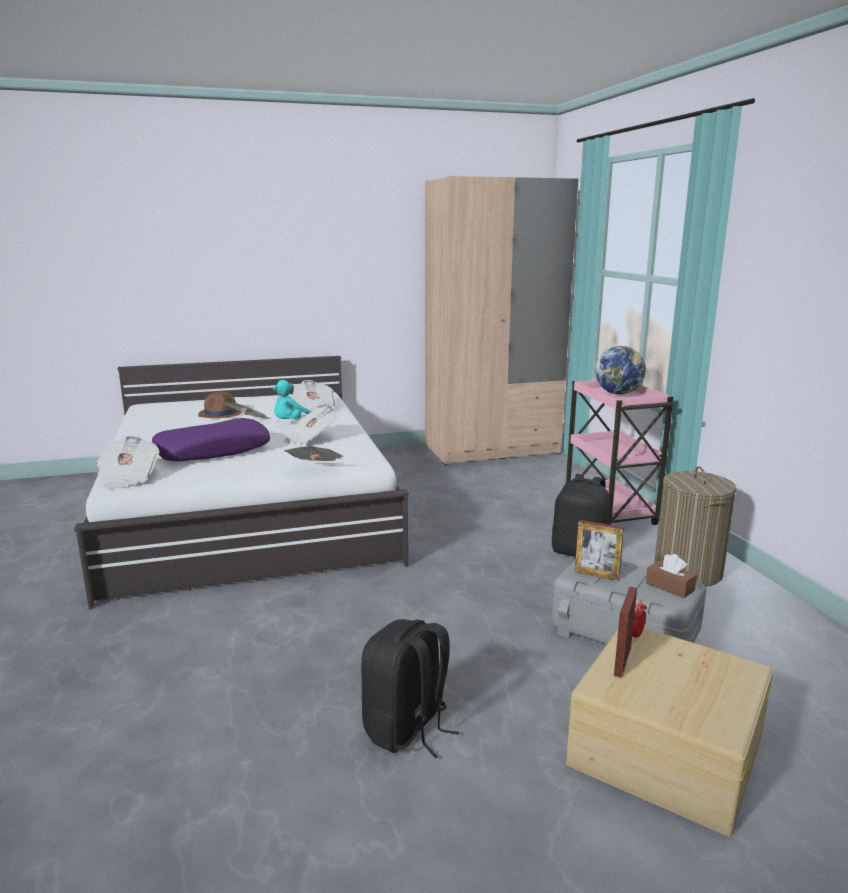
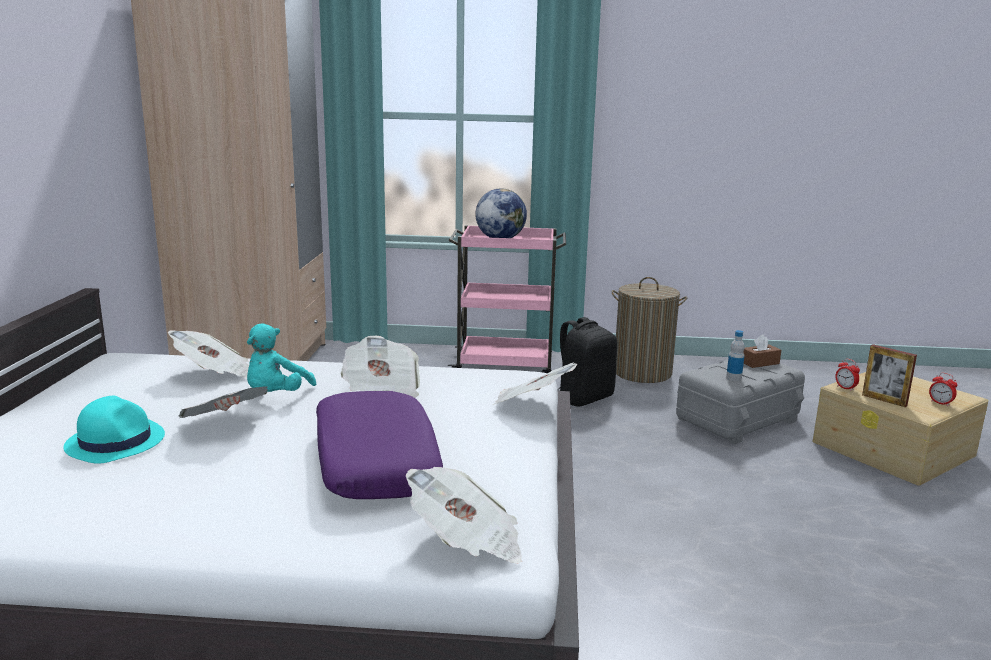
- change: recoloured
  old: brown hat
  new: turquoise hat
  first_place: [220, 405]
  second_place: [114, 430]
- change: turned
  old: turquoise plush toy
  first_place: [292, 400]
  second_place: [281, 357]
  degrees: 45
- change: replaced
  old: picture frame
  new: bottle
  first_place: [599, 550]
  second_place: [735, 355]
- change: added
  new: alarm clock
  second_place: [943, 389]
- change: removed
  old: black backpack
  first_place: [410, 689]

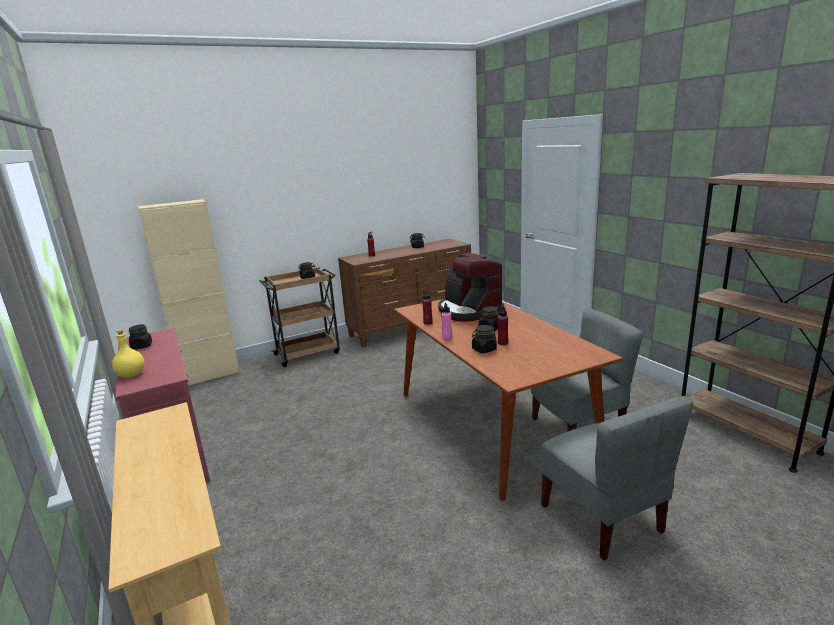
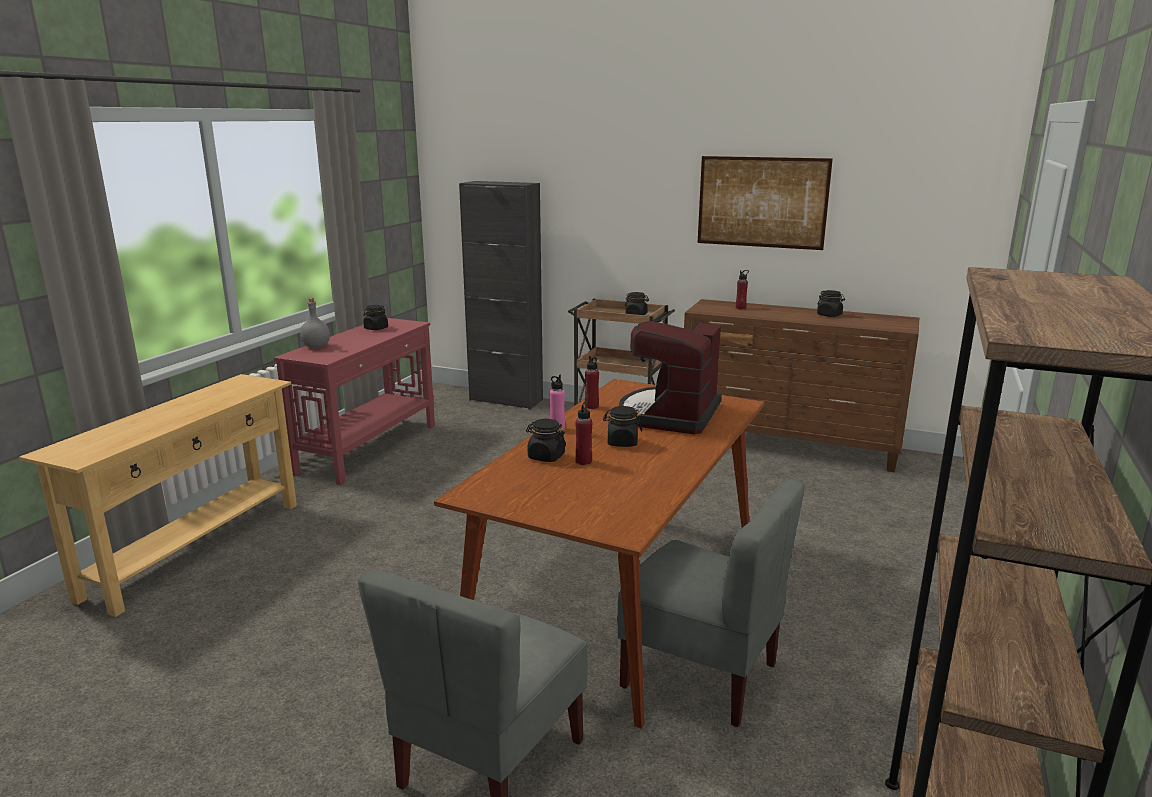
- change: recoloured
  old: yellow bottle
  new: grey bottle
  first_place: [128, 354]
  second_place: [315, 323]
- change: recoloured
  old: beige cabinet
  new: black cabinet
  first_place: [189, 292]
  second_place: [501, 295]
- change: added
  new: picture
  second_place: [765, 203]

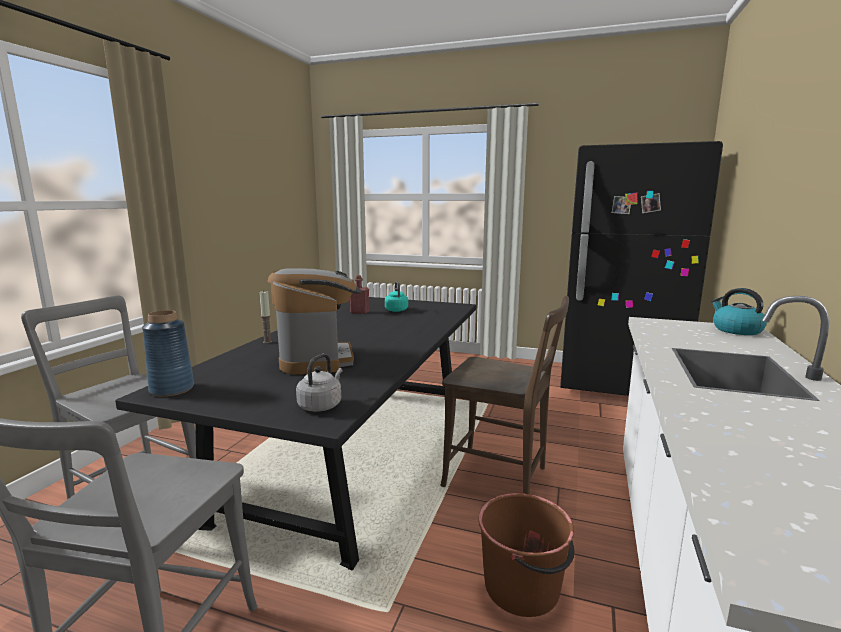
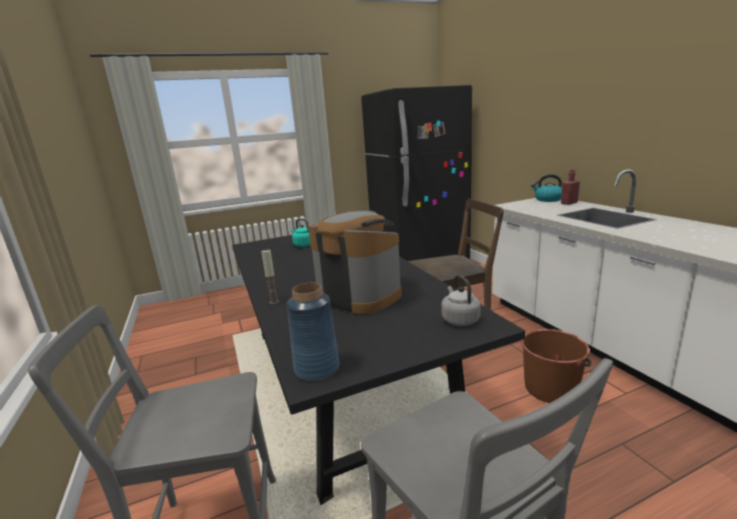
- change: moved
  old: red bottle
  first_place: [359, 294]
  second_place: [570, 187]

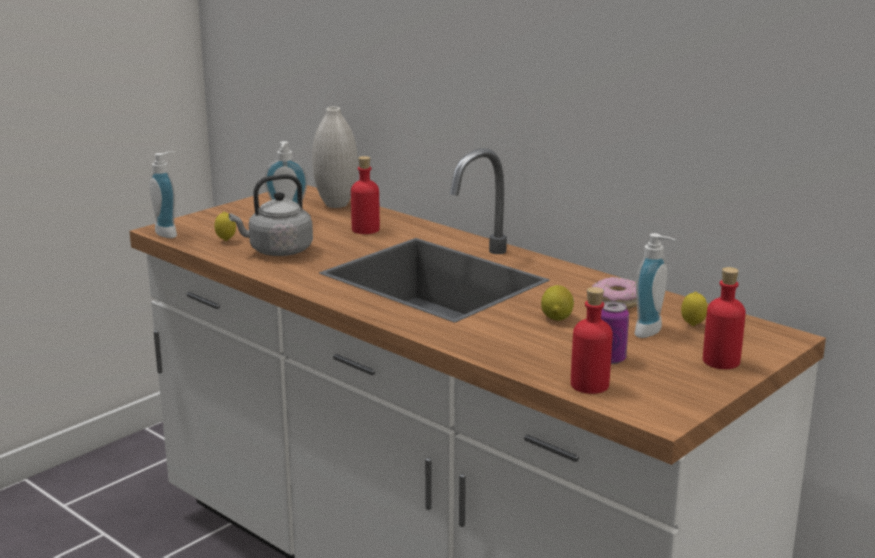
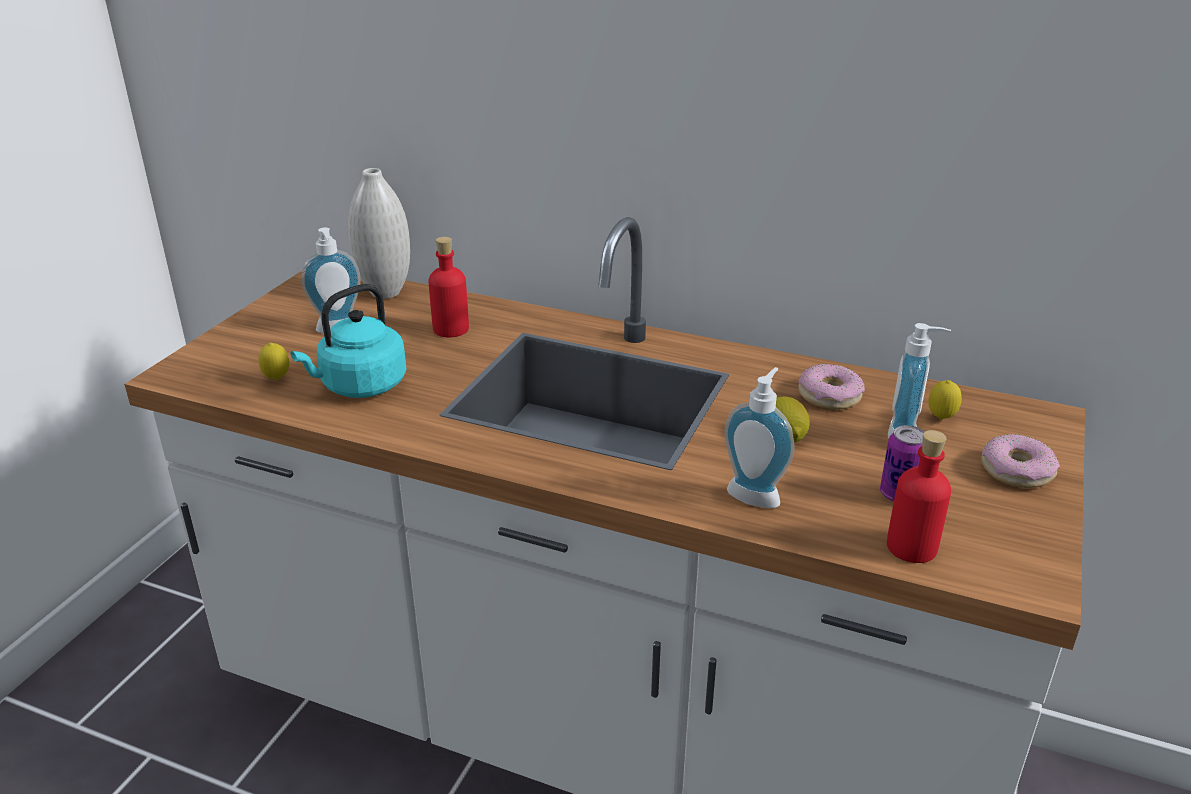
- change: recoloured
  old: grey kettle
  new: turquoise kettle
  first_place: [271, 215]
  second_place: [349, 341]
- change: moved
  old: soap dispenser
  first_place: [163, 194]
  second_place: [759, 437]
- change: replaced
  old: red bottle
  new: donut
  first_place: [724, 318]
  second_place: [1020, 461]

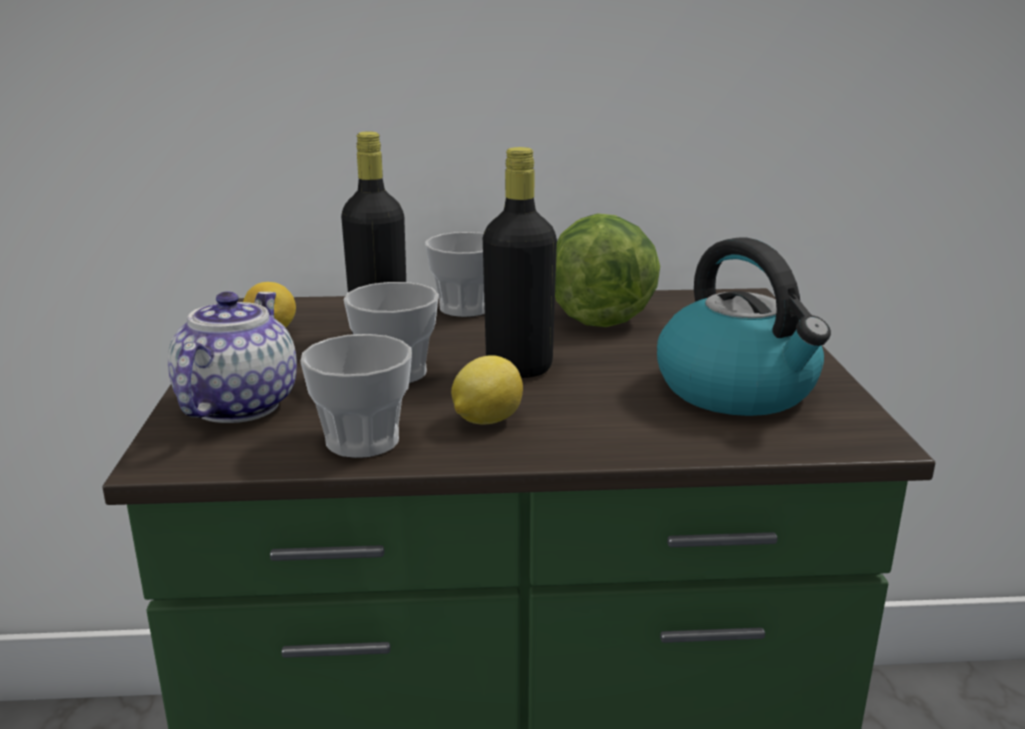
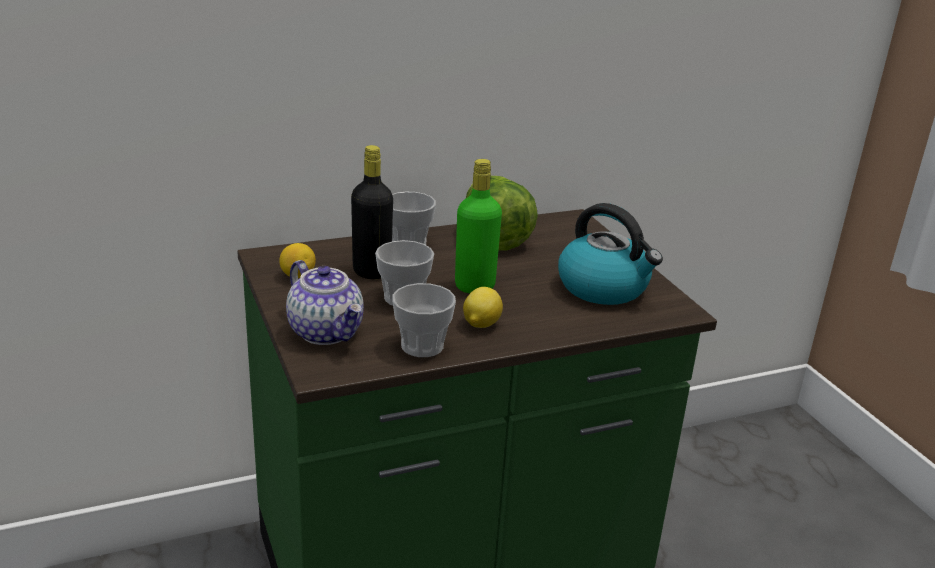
- change: turned
  old: teapot
  first_place: [232, 357]
  second_place: [325, 302]
  degrees: 150
- change: recoloured
  old: black bottle
  new: green bottle
  first_place: [520, 262]
  second_place: [478, 226]

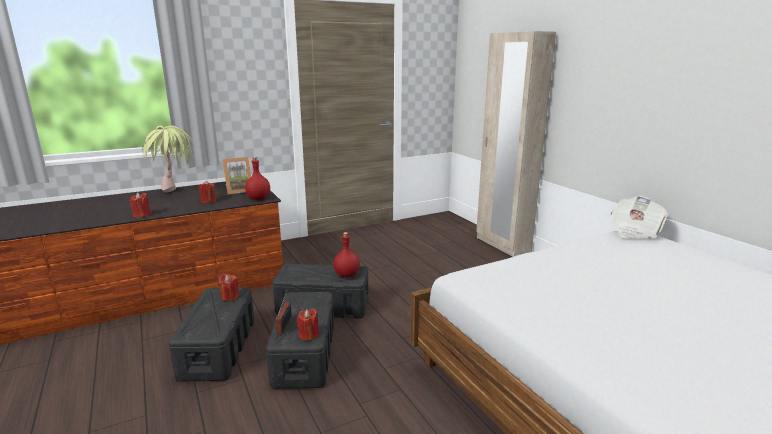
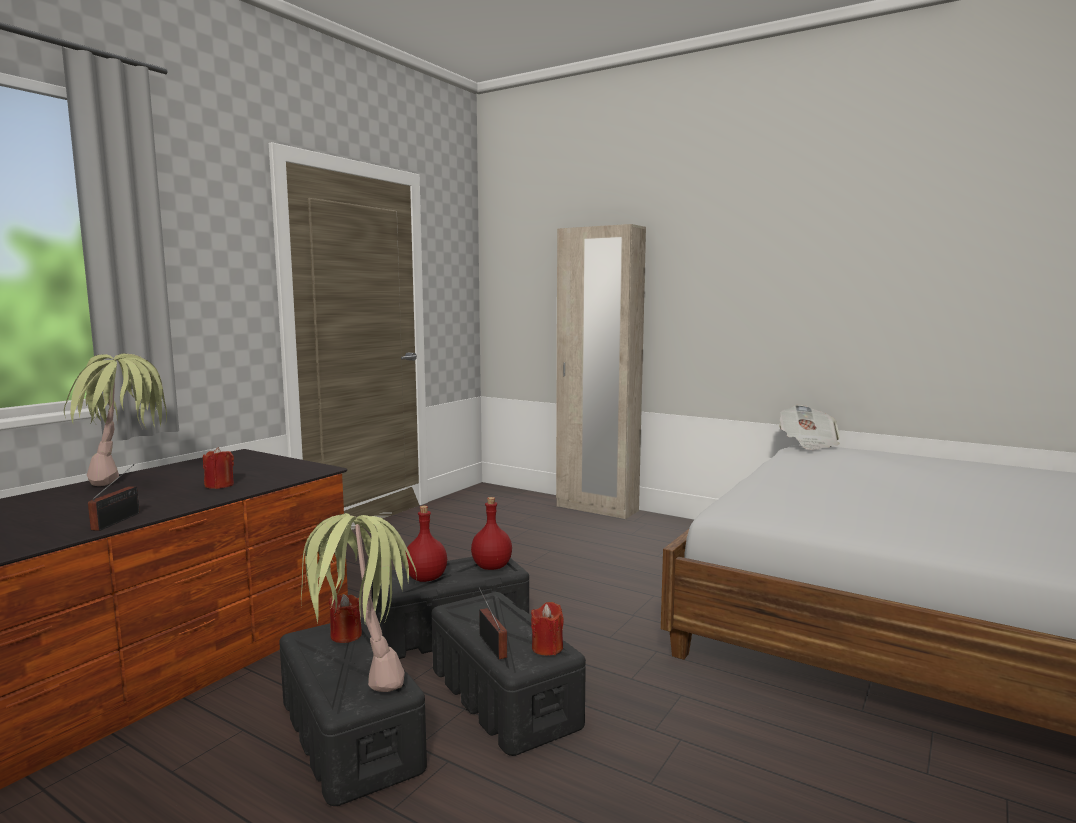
- change: replaced
  old: red candle
  new: radio
  first_place: [140, 205]
  second_place: [114, 497]
- change: added
  new: potted plant
  second_place: [359, 602]
- change: moved
  old: red bottle
  first_place: [257, 178]
  second_place: [426, 544]
- change: removed
  old: picture frame
  first_place: [236, 175]

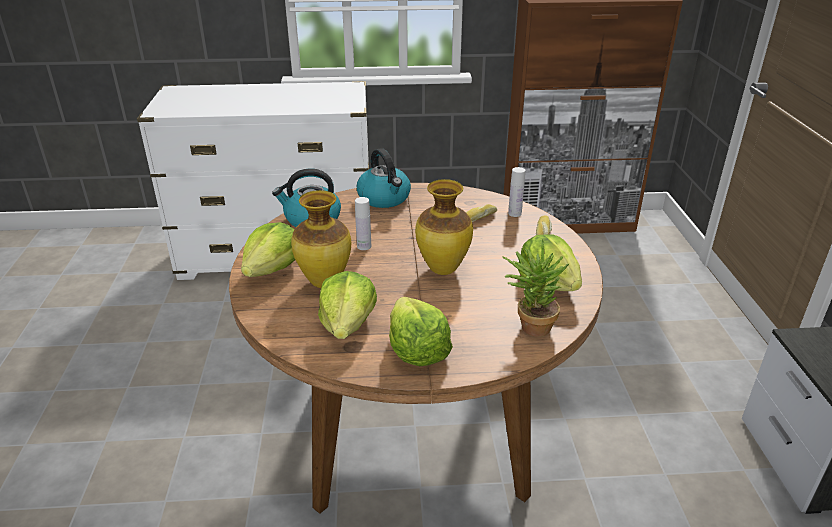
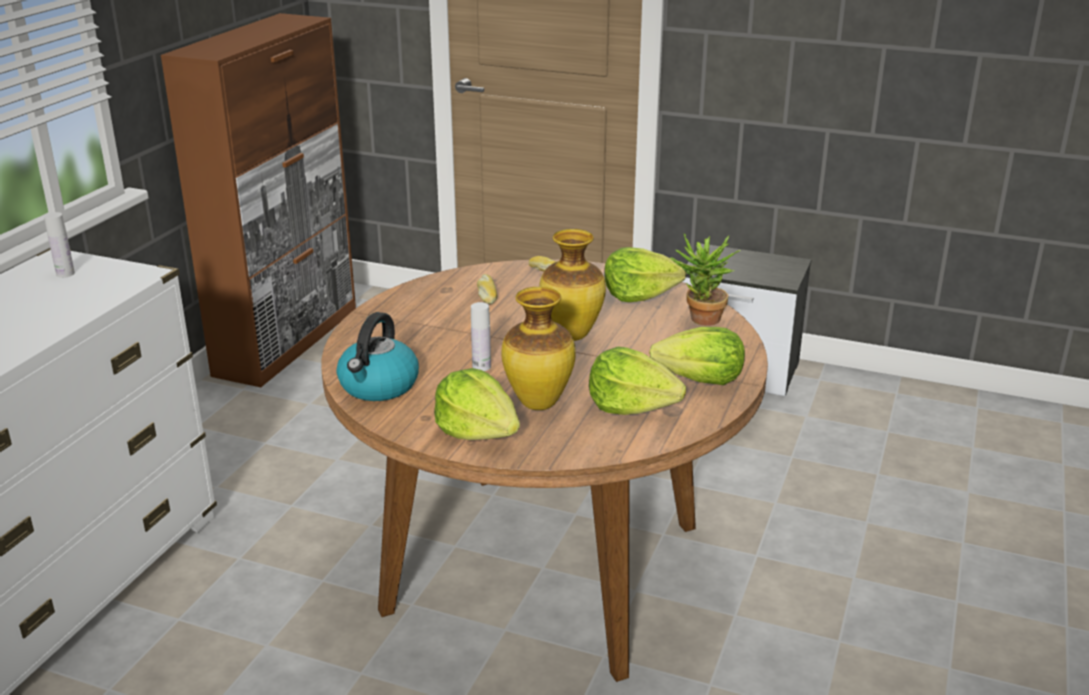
- change: moved
  old: white bottle
  first_place: [516, 192]
  second_place: [59, 245]
- change: removed
  old: kettle
  first_place: [384, 178]

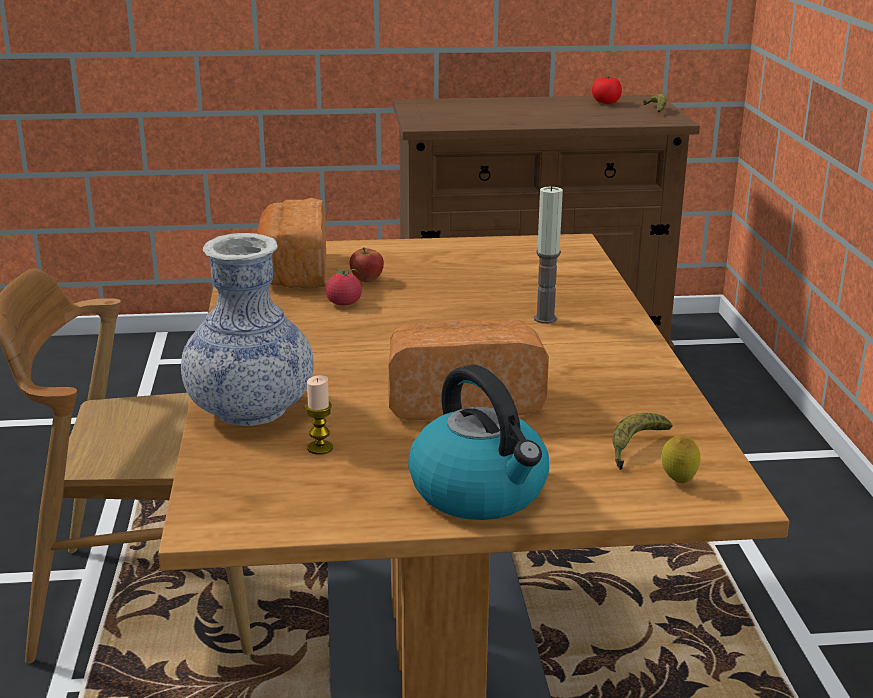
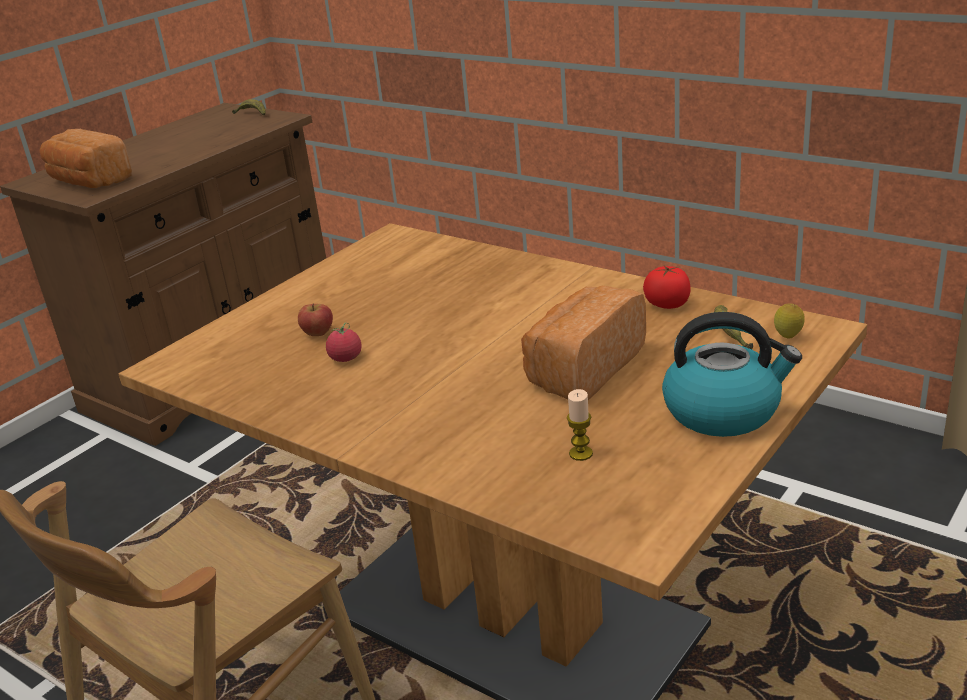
- change: moved
  old: bread
  first_place: [291, 243]
  second_place: [85, 158]
- change: moved
  old: tomato
  first_place: [607, 90]
  second_place: [667, 287]
- change: removed
  old: vase
  first_place: [247, 329]
- change: removed
  old: candle
  first_place: [548, 254]

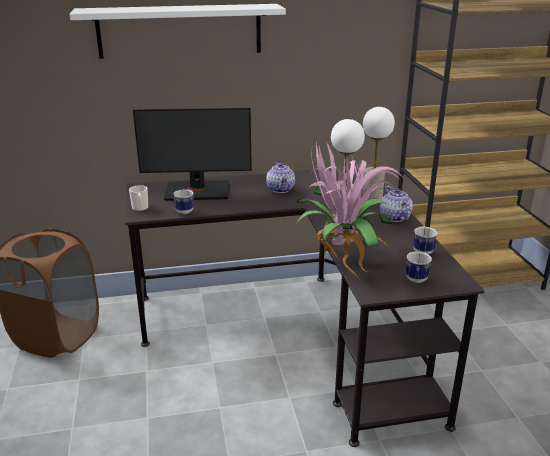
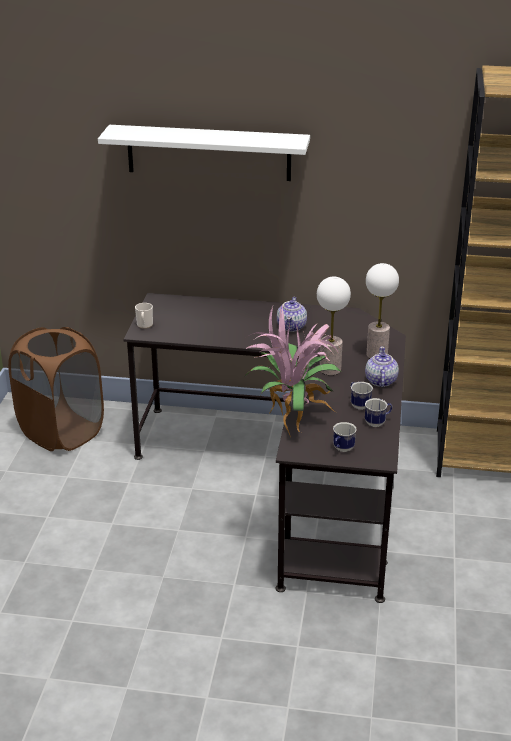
- change: moved
  old: mug
  first_place: [183, 201]
  second_place: [362, 396]
- change: removed
  old: monitor
  first_place: [192, 154]

